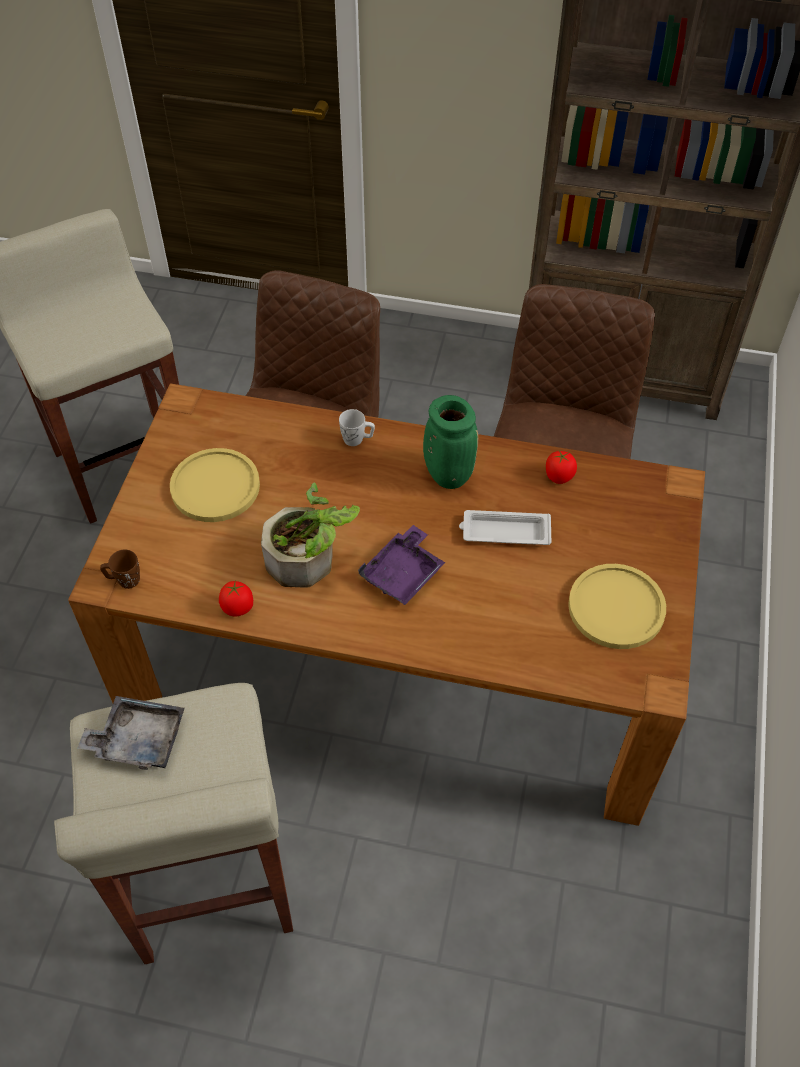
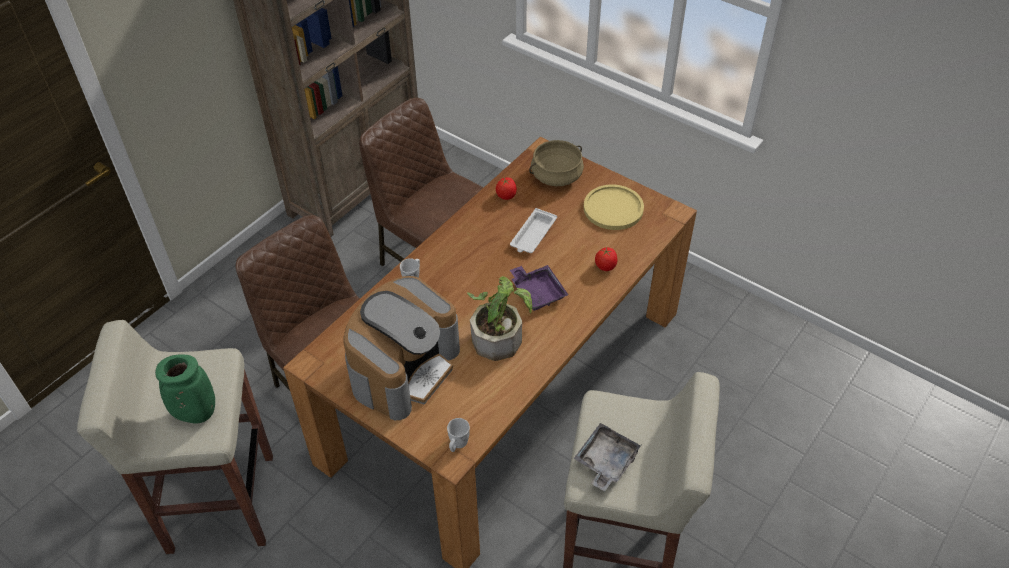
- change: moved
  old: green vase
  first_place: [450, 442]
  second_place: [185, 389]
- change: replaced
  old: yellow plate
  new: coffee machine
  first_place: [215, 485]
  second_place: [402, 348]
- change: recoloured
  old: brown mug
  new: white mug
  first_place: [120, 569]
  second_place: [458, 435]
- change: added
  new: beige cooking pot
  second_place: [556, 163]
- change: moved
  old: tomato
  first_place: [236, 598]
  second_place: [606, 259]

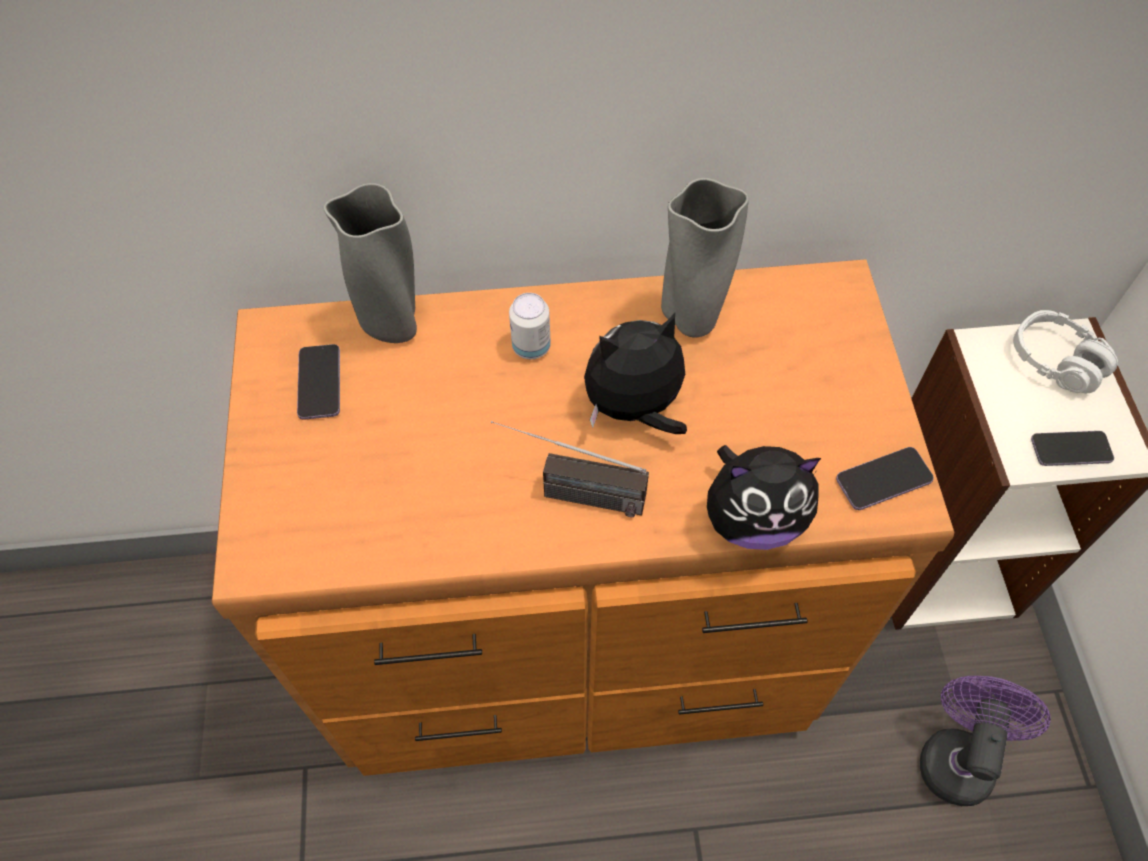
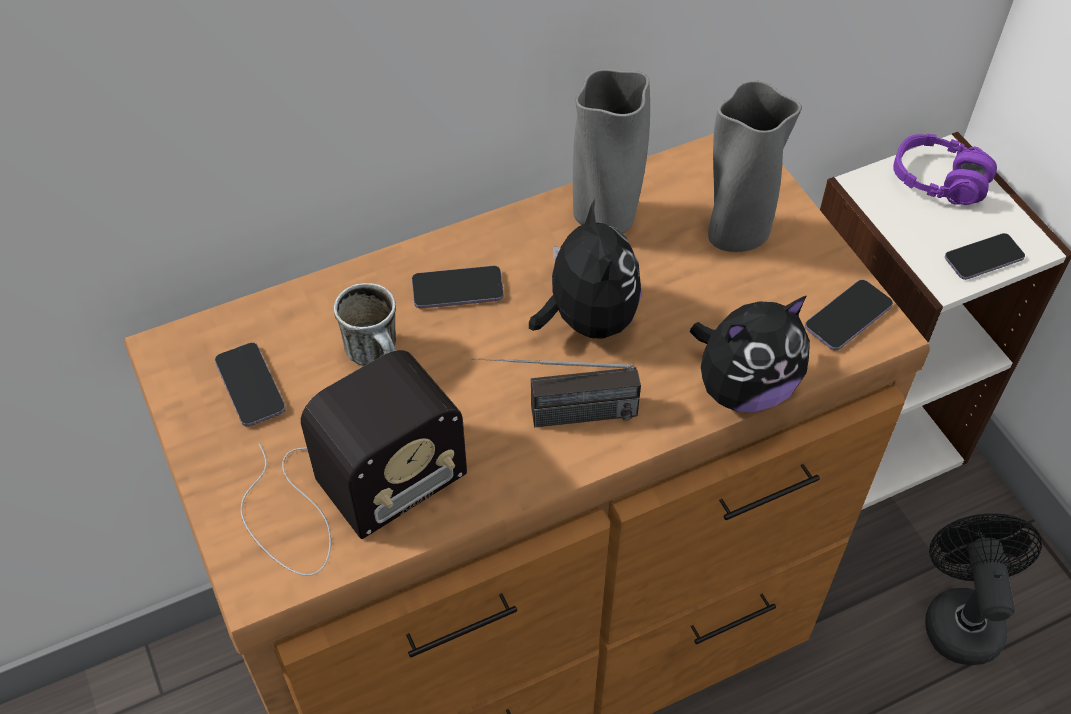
- change: added
  new: radio
  second_place: [354, 463]
- change: added
  new: mug
  second_place: [365, 324]
- change: replaced
  old: can
  new: phone
  first_place: [530, 326]
  second_place: [458, 287]
- change: turned
  old: plush toy
  first_place: [635, 373]
  second_place: [585, 269]
  degrees: 120
- change: moved
  old: grey vase
  first_place: [370, 263]
  second_place: [755, 166]
- change: recoloured
  old: grey headphones
  new: purple headphones
  first_place: [1065, 351]
  second_place: [945, 169]
- change: recoloured
  old: purple fan
  new: black fan
  first_place: [985, 741]
  second_place: [983, 589]

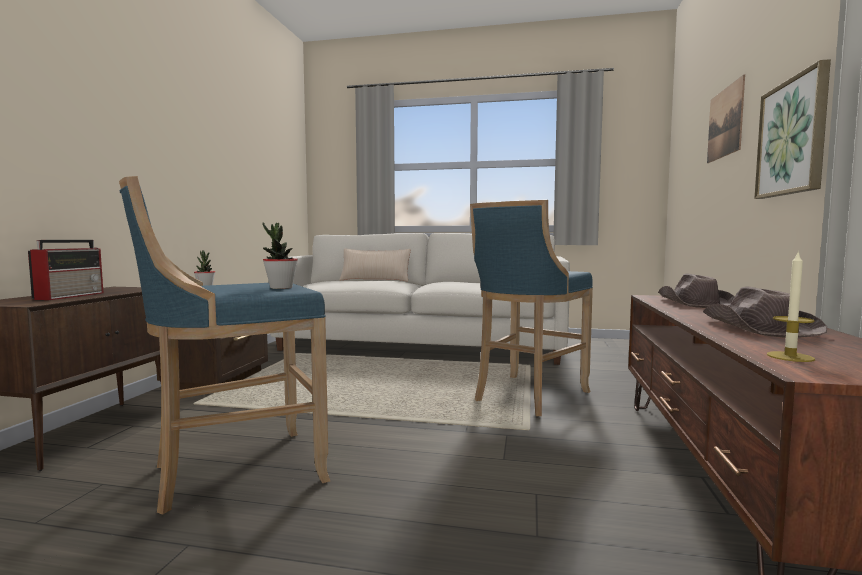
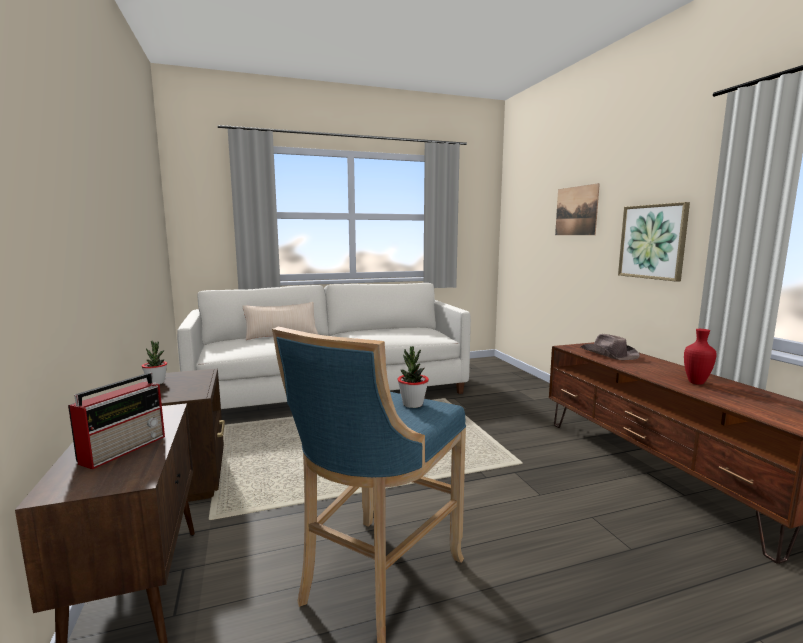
- change: turned
  old: radio
  first_place: [65, 270]
  second_place: [116, 421]
  degrees: 45
- change: replaced
  old: brown hat
  new: red vase
  first_place: [765, 312]
  second_place: [700, 357]
- change: removed
  old: blue stool
  first_place: [531, 308]
- change: removed
  old: candle
  first_place: [791, 306]

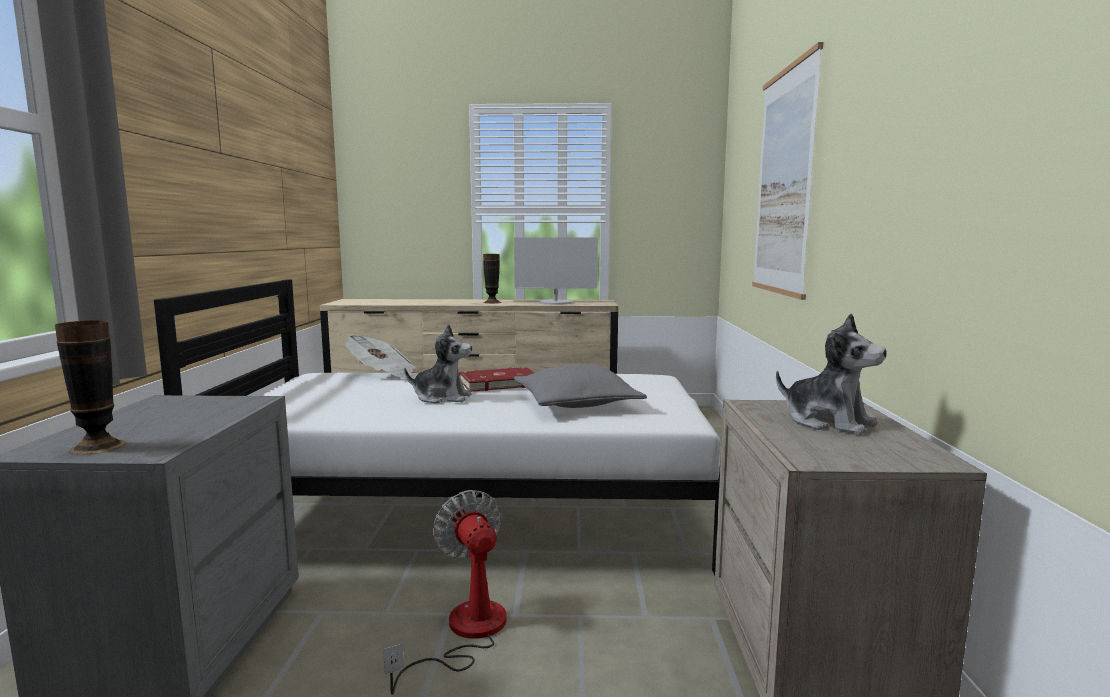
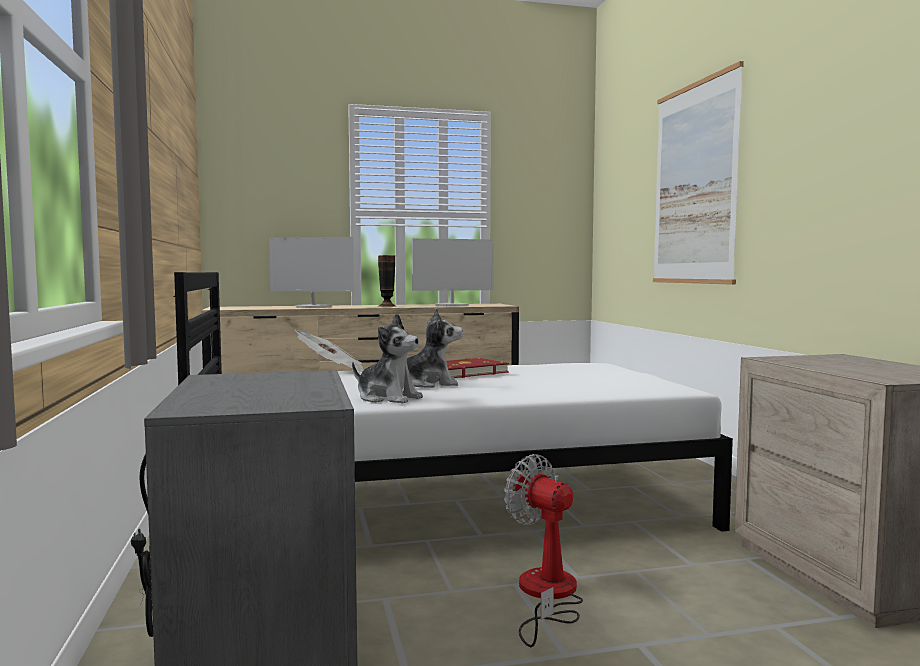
- change: added
  new: monitor
  second_place: [312, 272]
- change: moved
  old: plush toy
  first_place: [831, 374]
  second_place: [387, 359]
- change: removed
  old: vase
  first_place: [90, 387]
- change: removed
  old: grey pillow
  first_place: [580, 386]

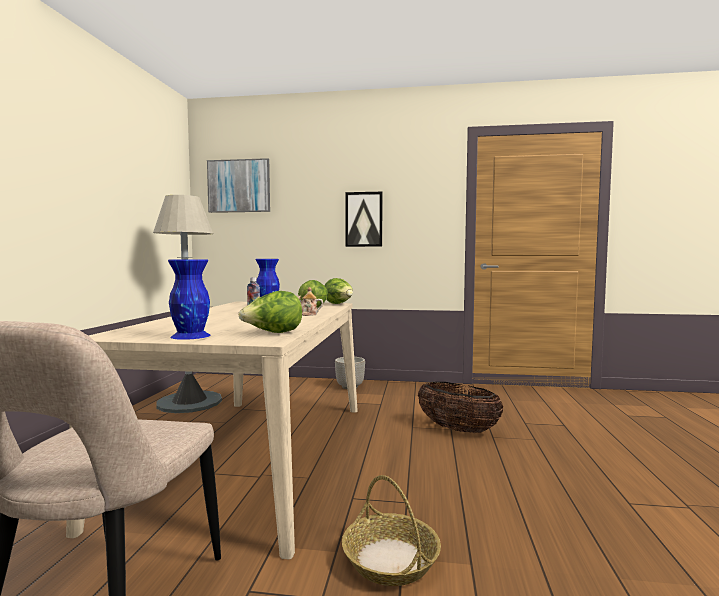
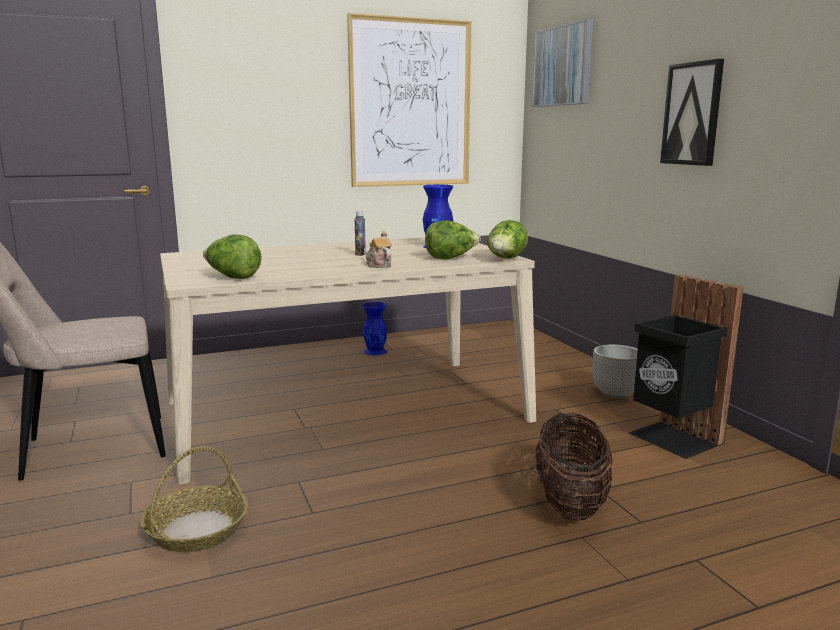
- change: added
  new: picture
  second_place: [409, 100]
- change: moved
  old: blue vase
  first_place: [189, 299]
  second_place: [375, 328]
- change: added
  new: black trash can
  second_place: [686, 367]
- change: removed
  old: grey floor lamp
  first_place: [187, 304]

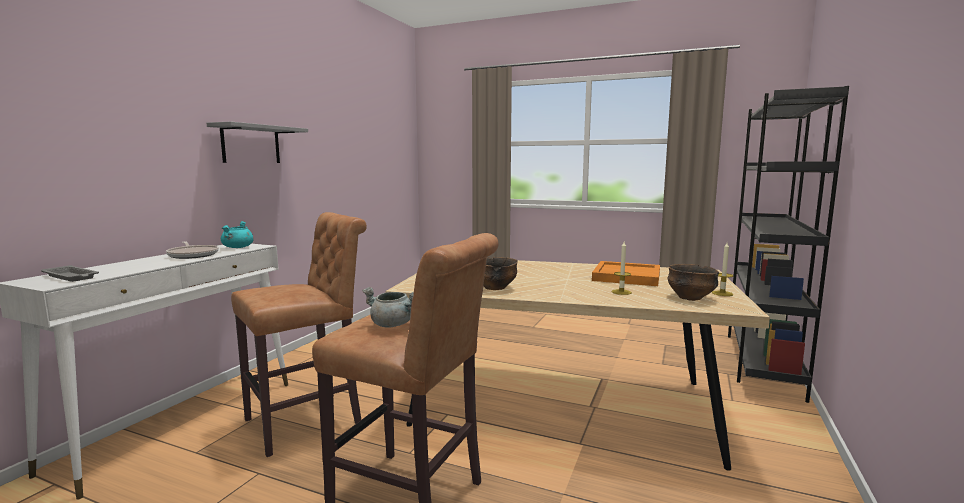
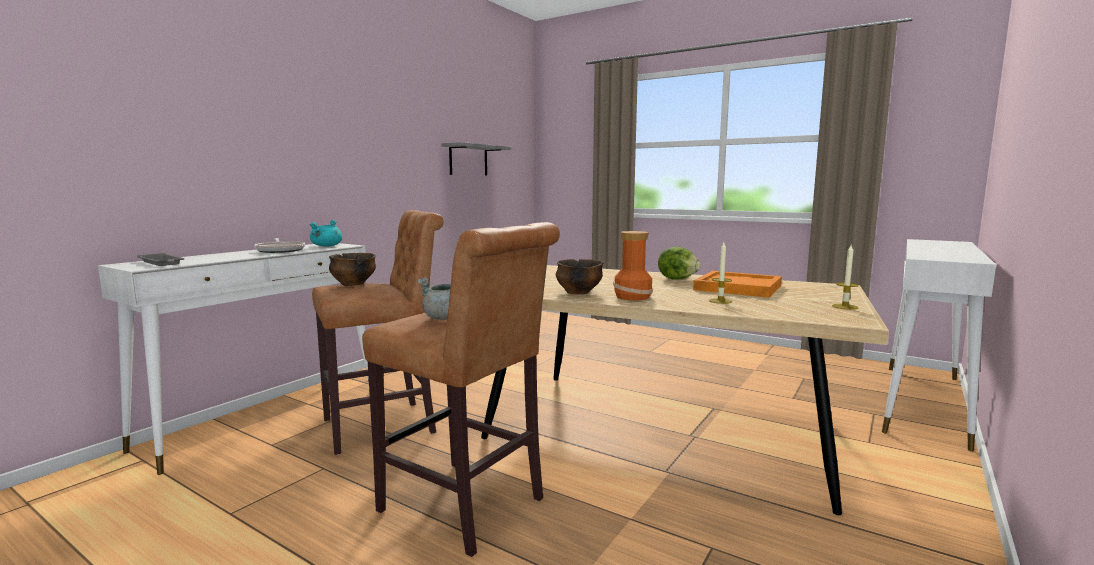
- change: moved
  old: bowl
  first_place: [693, 282]
  second_place: [352, 269]
- change: moved
  old: grey shelf
  first_place: [257, 142]
  second_place: [476, 158]
- change: added
  new: vase
  second_place: [633, 265]
- change: added
  new: lettuce
  second_place: [679, 263]
- change: replaced
  old: black bookcase
  new: white console table
  first_place: [788, 244]
  second_place: [939, 345]

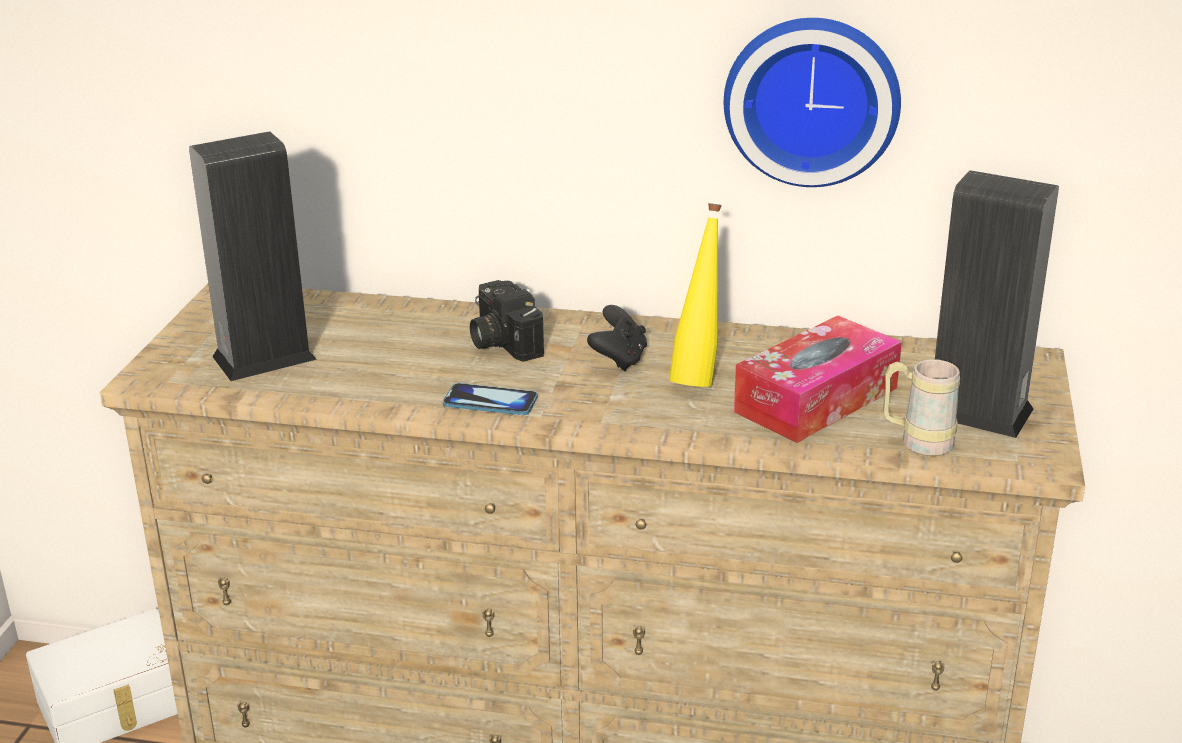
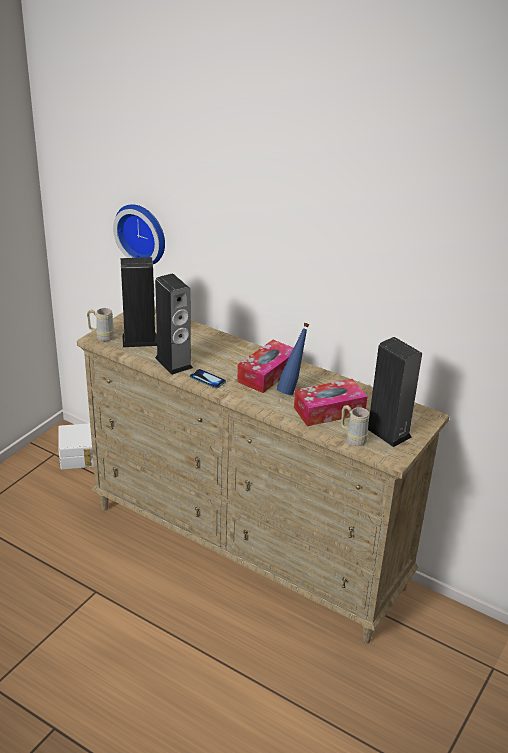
- change: added
  new: beige mug
  second_place: [101, 324]
- change: moved
  old: wall clock
  first_place: [812, 102]
  second_place: [139, 234]
- change: added
  new: speaker
  second_place: [174, 324]
- change: replaced
  old: black game controller
  new: tissue box
  first_place: [617, 338]
  second_place: [265, 366]
- change: recoloured
  old: yellow bottle
  new: blue bottle
  first_place: [695, 295]
  second_place: [293, 359]
- change: removed
  old: photo camera
  first_place: [507, 321]

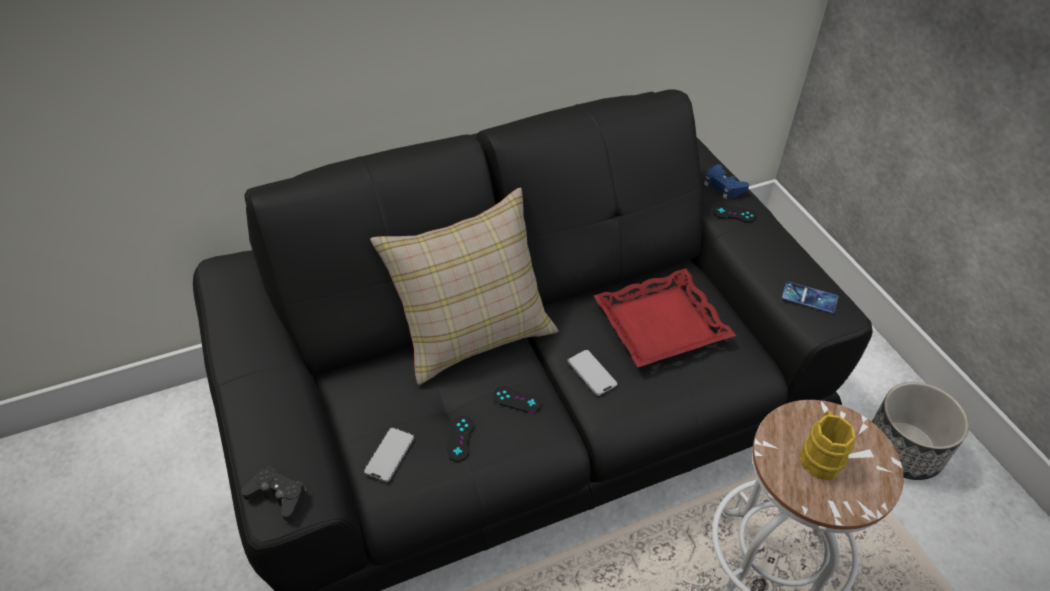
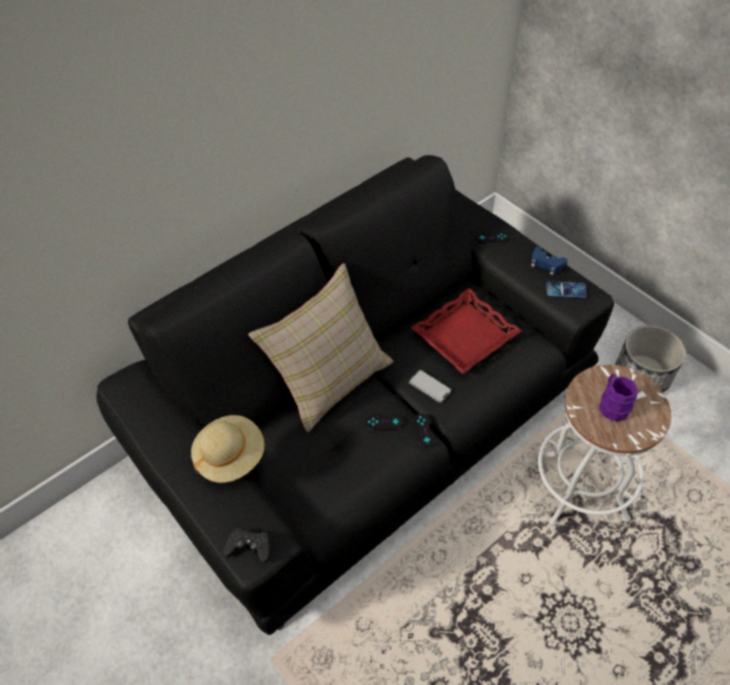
- change: added
  new: beige hat
  second_place: [228, 449]
- change: moved
  old: black game controller
  first_place: [460, 438]
  second_place: [424, 430]
- change: moved
  old: blue game controller
  first_place: [726, 181]
  second_place: [549, 260]
- change: recoloured
  old: yellow mug
  new: purple mug
  first_place: [827, 445]
  second_place: [618, 397]
- change: removed
  old: phone
  first_place: [389, 454]

